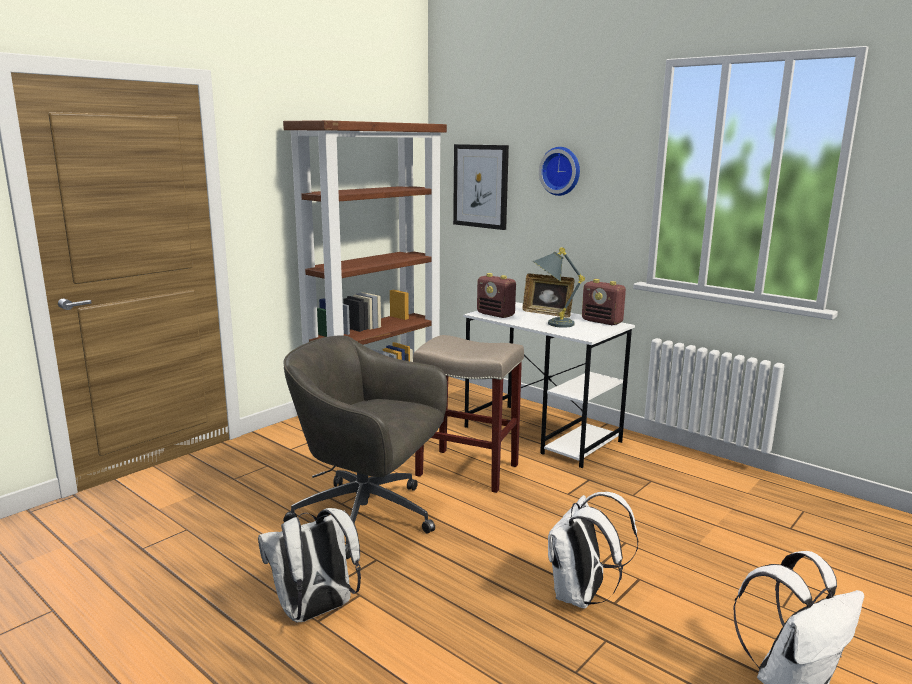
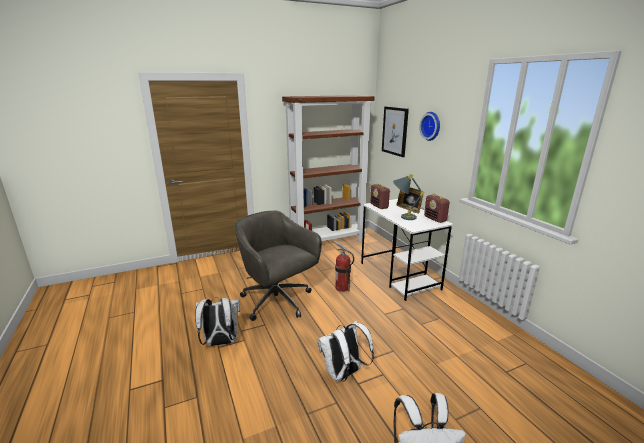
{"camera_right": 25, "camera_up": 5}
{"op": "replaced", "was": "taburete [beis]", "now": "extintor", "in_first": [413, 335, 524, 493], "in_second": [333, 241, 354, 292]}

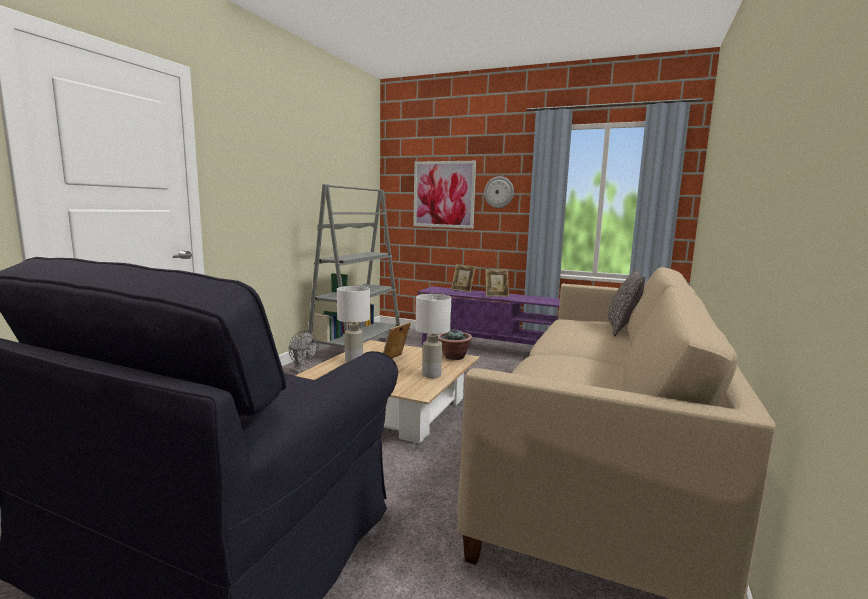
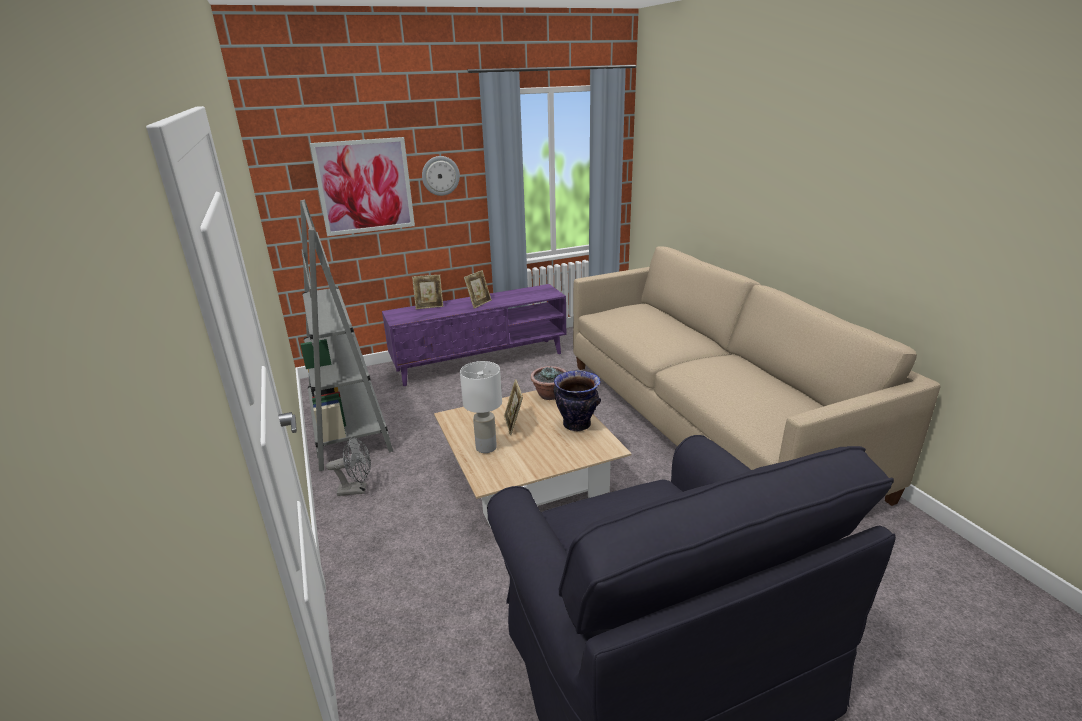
{"camera_right": -45, "camera_up": 15}
{"op": "removed", "was": "cojín", "in_first": [608, 269, 645, 336]}
{"op": "replaced", "was": "lámpara de mesa [blanco]", "now": "florero", "in_first": [415, 294, 451, 378], "in_second": [553, 370, 601, 431]}

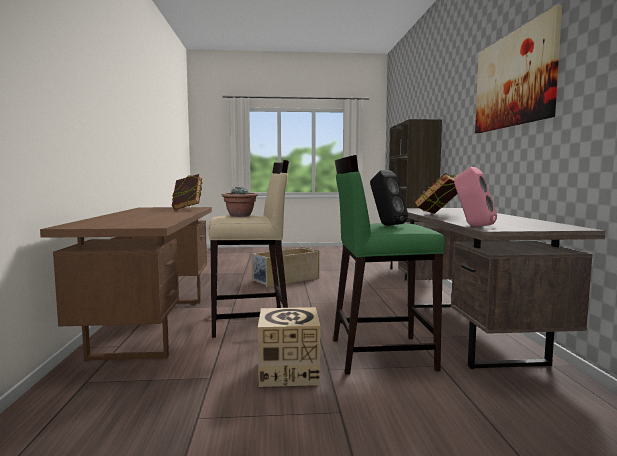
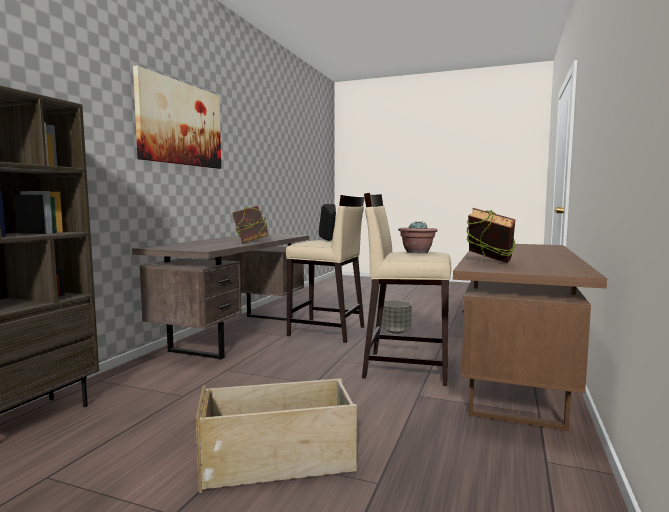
{"camera_right": -155, "camera_up": 0}
{"op": "removed", "was": "altavoz [rosa]", "in_first": [454, 167, 497, 226]}
{"op": "replaced", "was": "caja de cartón", "now": "maceta [gris]", "in_first": [258, 307, 320, 387], "in_second": [381, 300, 412, 334]}
{"op": "recoloured", "was": "taburete [verde]", "now": "taburete [beis]", "in_first": [333, 155, 445, 374], "in_second": [286, 195, 364, 343]}

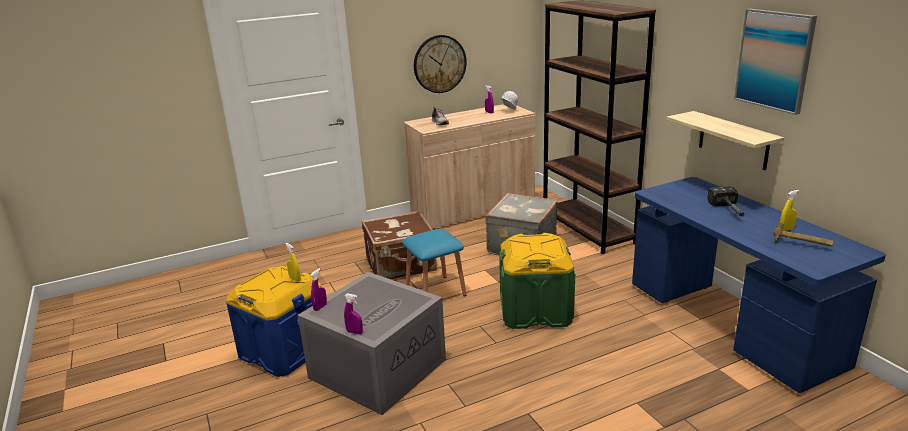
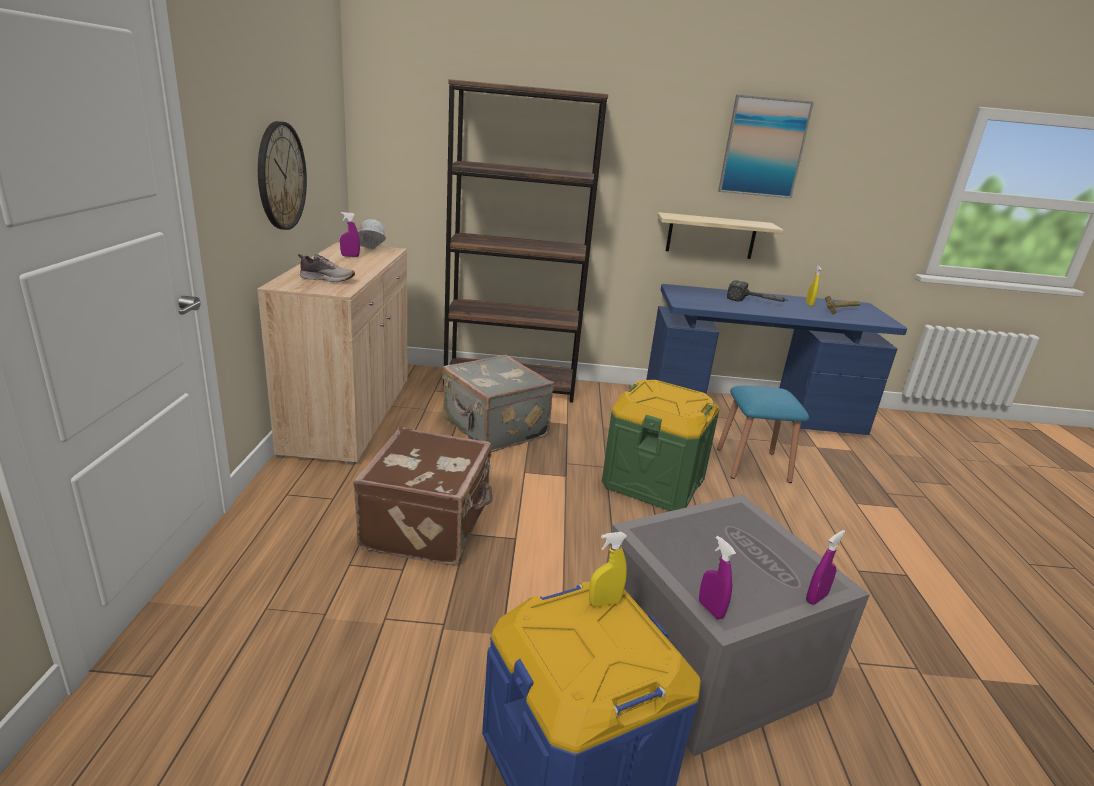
{"camera_right": -65, "camera_up": 0}
{"op": "moved", "was": "taburete [azul]", "in_first": [402, 229, 467, 296], "in_second": [717, 385, 809, 483]}

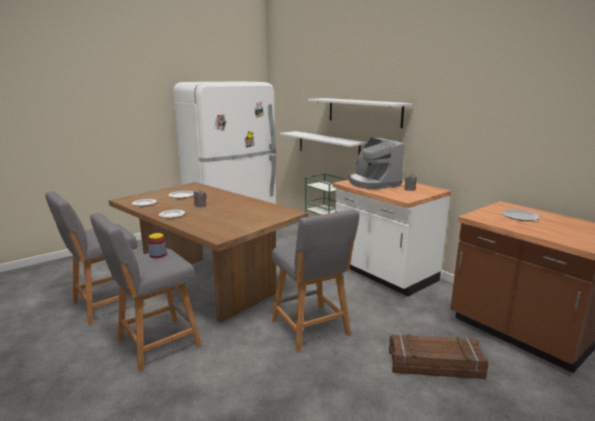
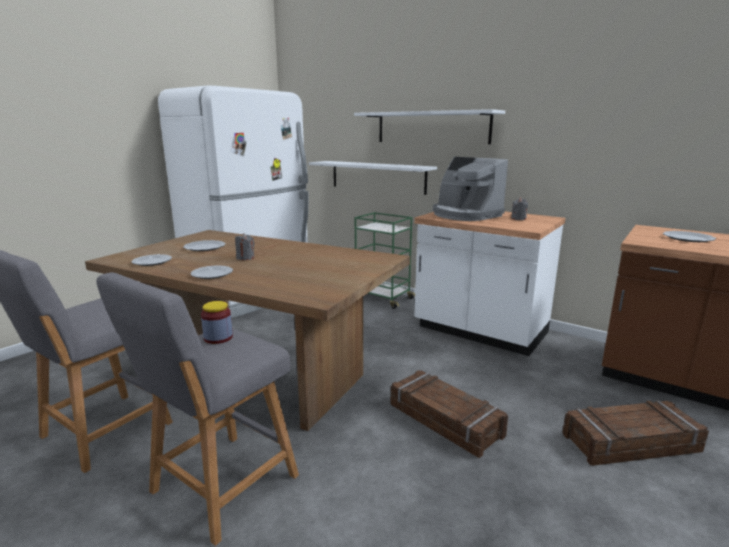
{"camera_right": -15, "camera_up": 0}
{"op": "replaced", "was": "taburete [gris]", "now": "caja de embalaje", "in_first": [272, 209, 359, 352], "in_second": [390, 370, 508, 458]}

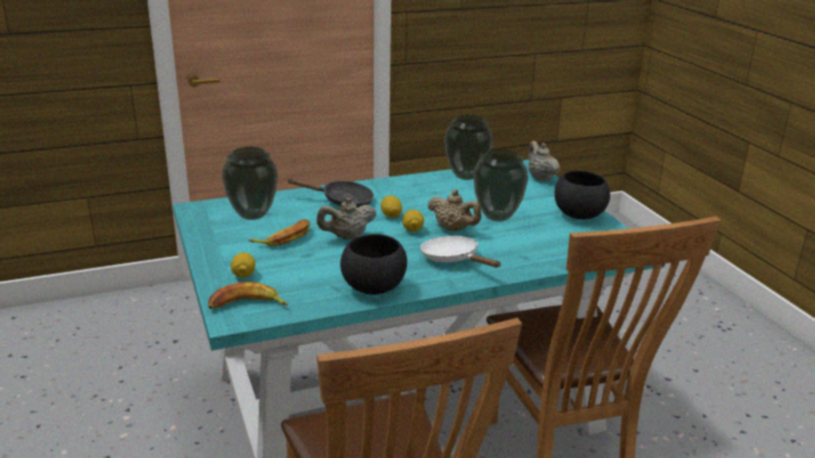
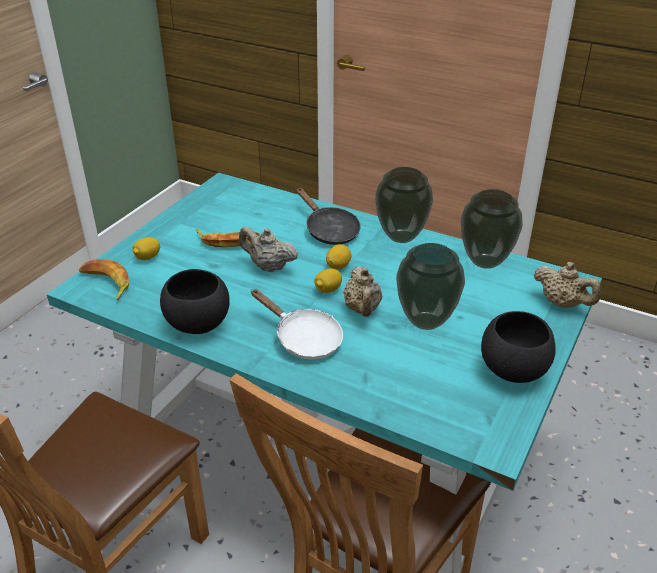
{"camera_right": 50, "camera_up": 10}
{"op": "moved", "was": "florero", "in_first": [222, 147, 278, 220], "in_second": [375, 167, 433, 243]}
{"op": "turned", "was": "sartén [blanco]", "in_first": [420, 236, 501, 267], "in_second": [251, 289, 343, 360], "clockwise": 120}
{"op": "turned", "was": "tetera [beis]", "in_first": [528, 141, 560, 181], "in_second": [533, 262, 601, 308], "clockwise": 105}

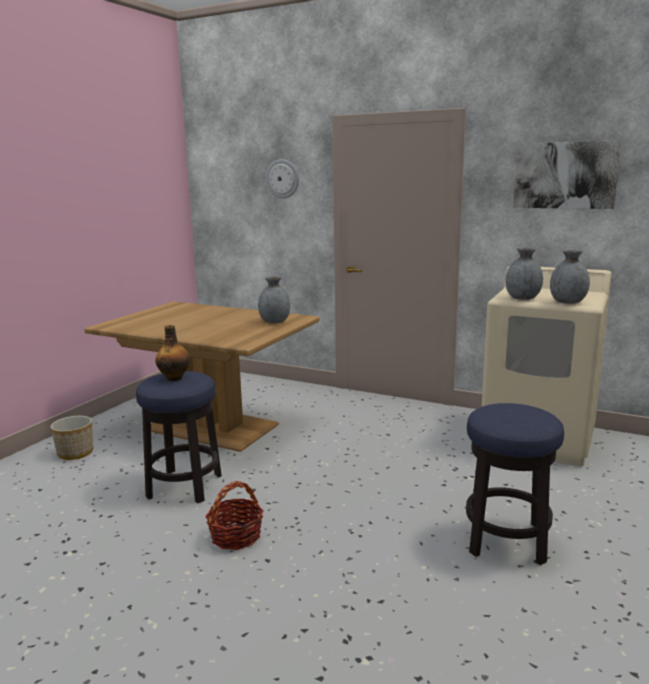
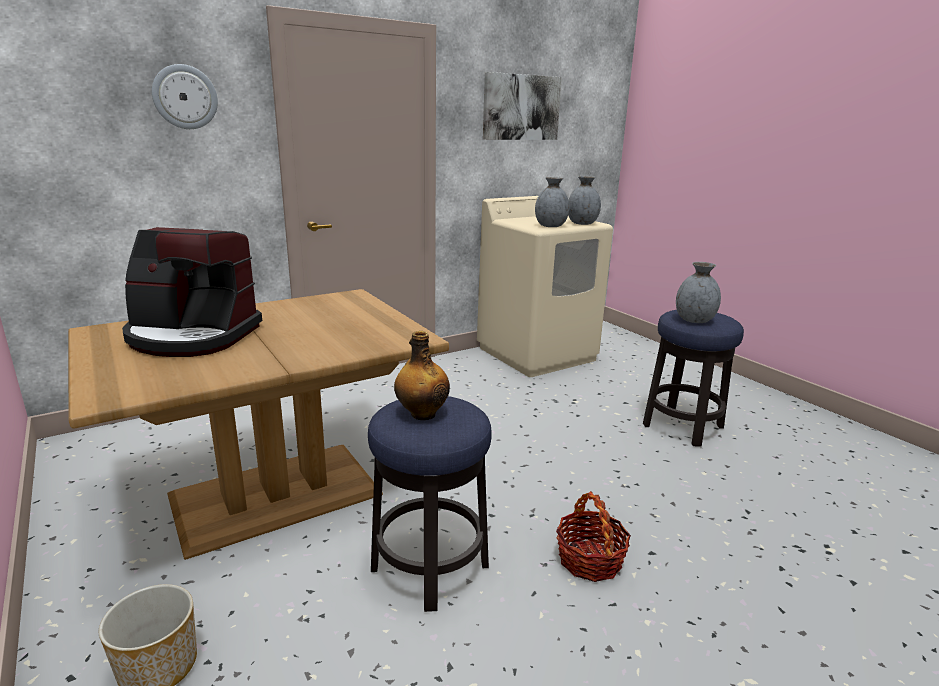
{"camera_right": -60, "camera_up": 5}
{"op": "added", "now": "cafetera", "in_second": [122, 227, 262, 357]}
{"op": "moved", "was": "florero [gris]", "in_first": [258, 276, 290, 323], "in_second": [676, 262, 721, 323]}

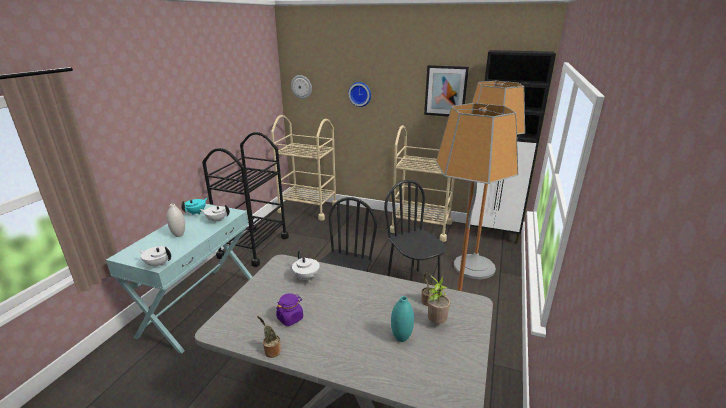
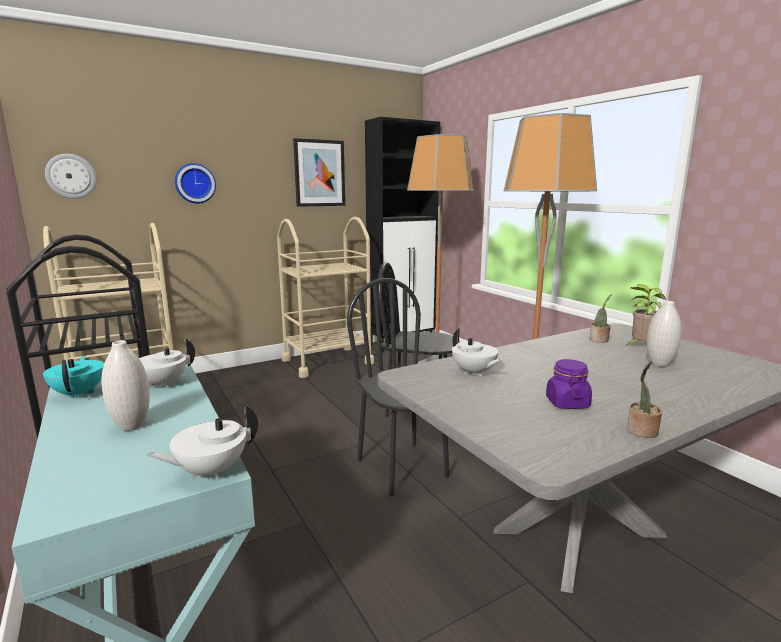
{"camera_right": -50, "camera_up": -10}
{"op": "recoloured", "was": "florero [turquesa]", "now": "florero [blanco]", "in_first": [391, 296, 414, 342], "in_second": [647, 301, 682, 367]}
{"op": "turned", "was": "tetera [blanco]", "in_first": [292, 251, 320, 282], "in_second": [452, 329, 502, 376], "clockwise": 45}

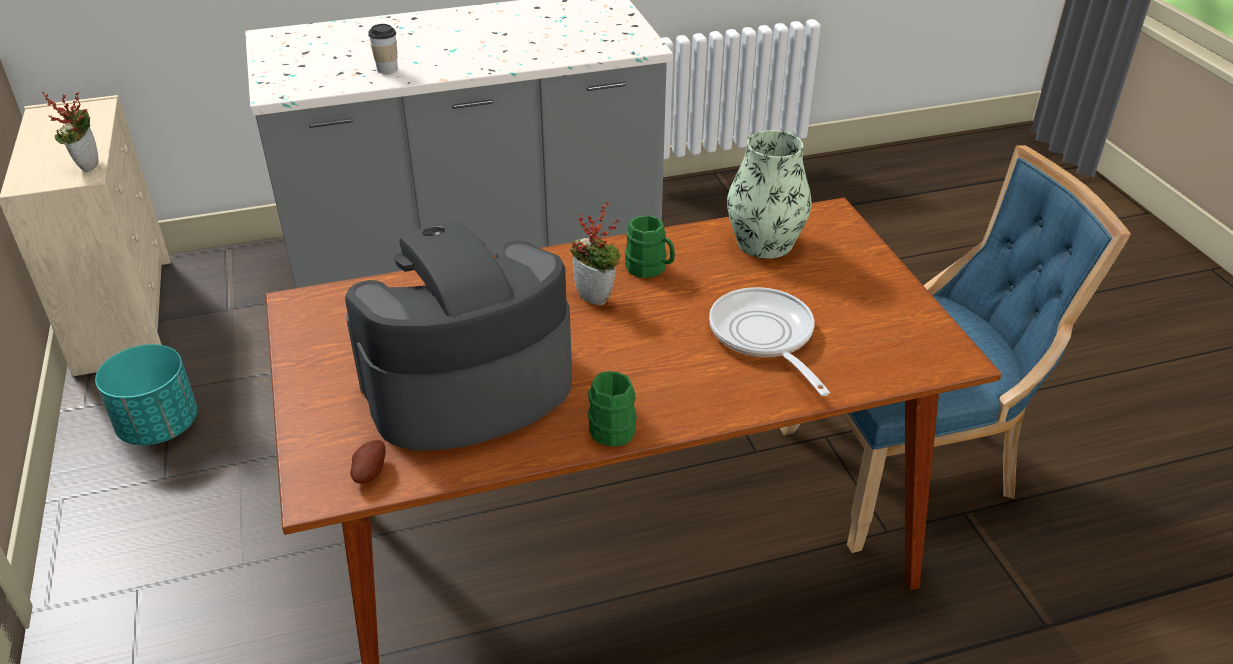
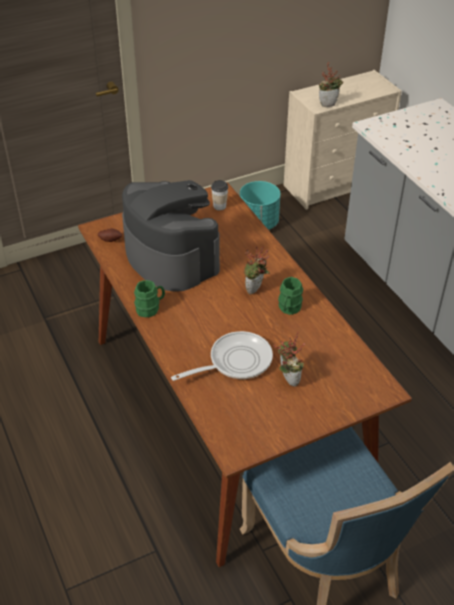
{"camera_right": 80, "camera_up": 5}
{"op": "removed", "was": "florero", "in_first": [727, 130, 811, 259]}
{"op": "added", "now": "planta en maceta", "in_second": [274, 332, 305, 387]}
{"op": "moved", "was": "taza", "in_first": [368, 24, 398, 74], "in_second": [211, 180, 228, 210]}

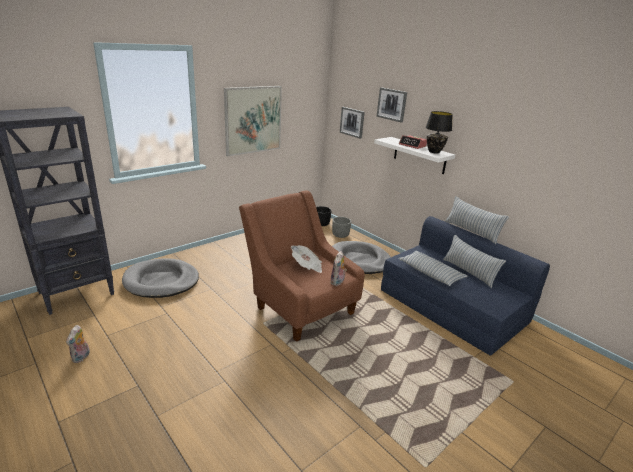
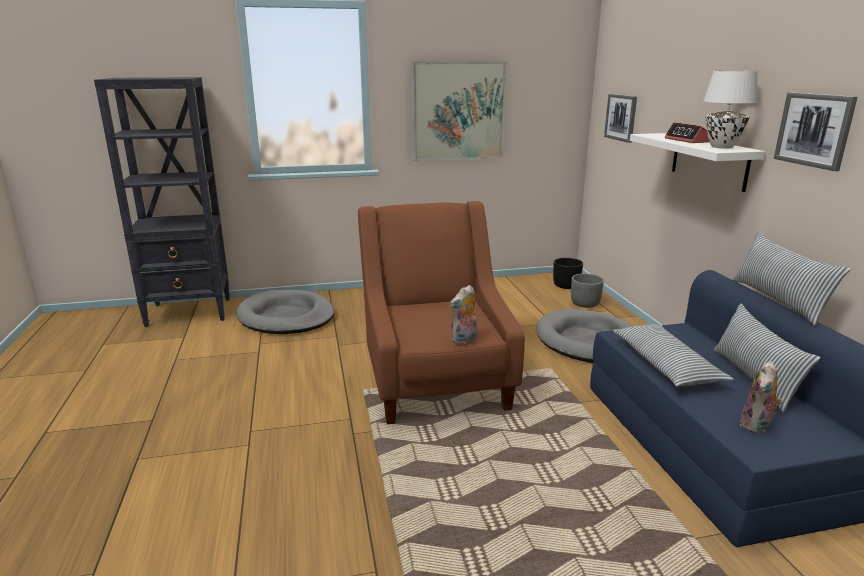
{"camera_right": 30, "camera_up": -5}
{"op": "removed", "was": "periódico", "in_first": [291, 245, 322, 273]}
{"op": "moved", "was": "peluche", "in_first": [66, 325, 90, 363], "in_second": [740, 361, 783, 434]}
{"op": "moved", "was": "cuadro", "in_first": [376, 87, 407, 123], "in_second": [774, 92, 857, 171]}
{"op": "recoloured", "was": "lámpara de mesa [negro]", "now": "lámpara de mesa [blanco]", "in_first": [426, 111, 453, 153], "in_second": [704, 71, 758, 149]}

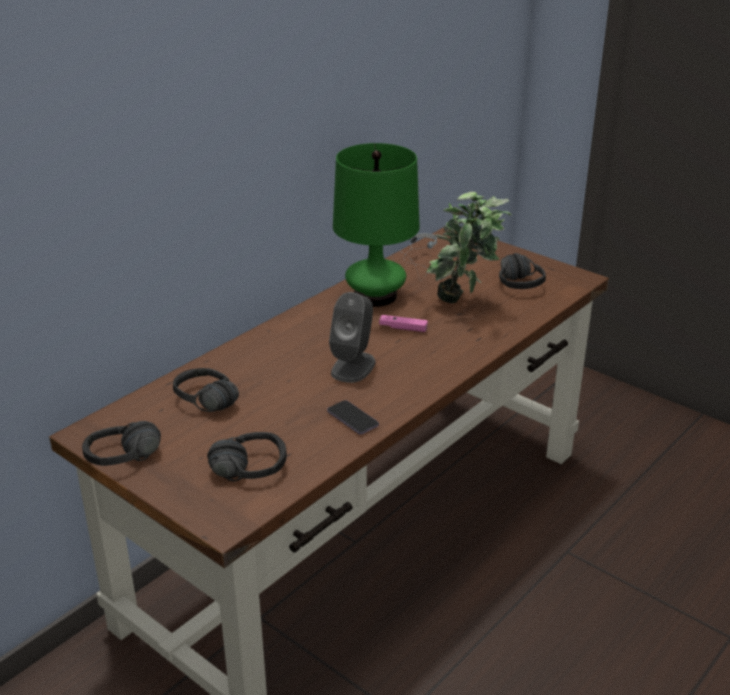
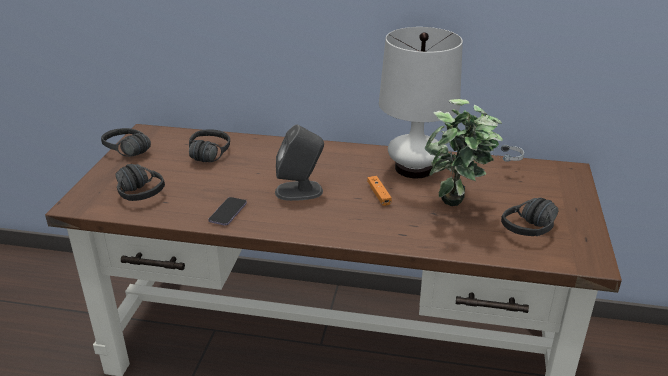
{"camera_right": 60, "camera_up": 0}
{"op": "recoloured", "was": "lámpara de mesa [verde]", "now": "lámpara de mesa [blanco]", "in_first": [333, 143, 420, 307], "in_second": [379, 27, 463, 178]}
{"op": "recoloured", "was": "mando de consola [rosa]", "now": "mando de consola [naranja]", "in_first": [379, 315, 428, 332], "in_second": [367, 176, 392, 206]}

